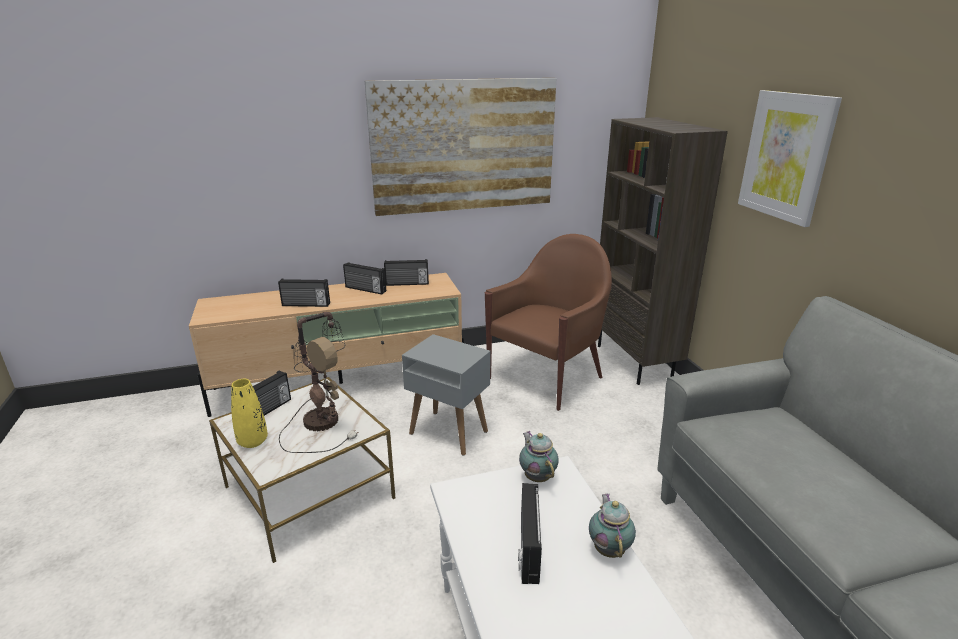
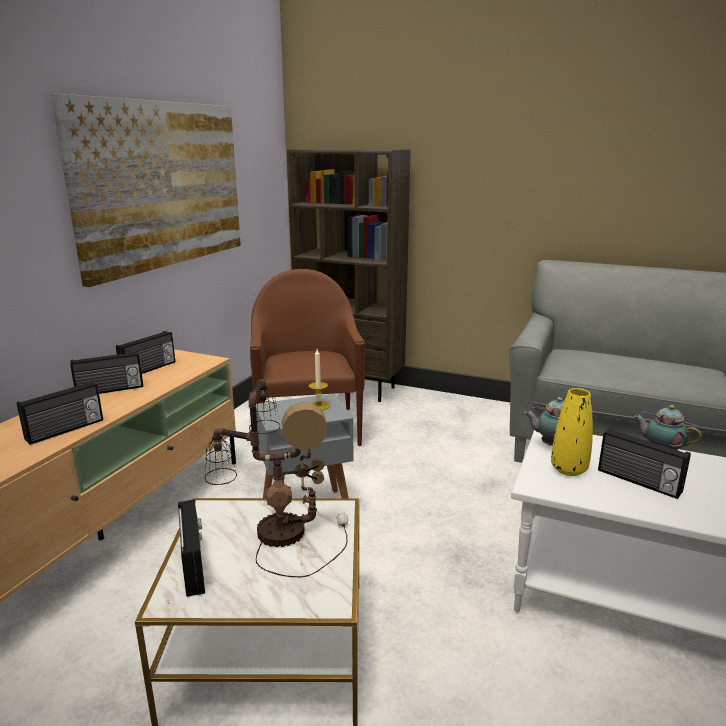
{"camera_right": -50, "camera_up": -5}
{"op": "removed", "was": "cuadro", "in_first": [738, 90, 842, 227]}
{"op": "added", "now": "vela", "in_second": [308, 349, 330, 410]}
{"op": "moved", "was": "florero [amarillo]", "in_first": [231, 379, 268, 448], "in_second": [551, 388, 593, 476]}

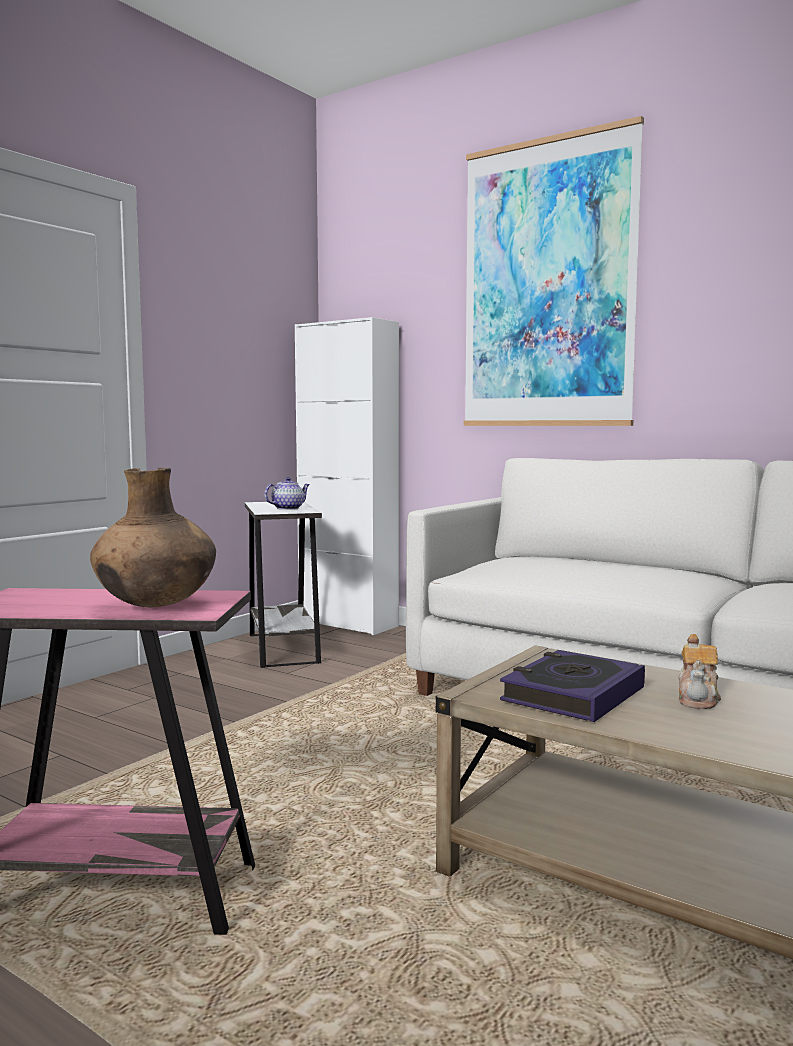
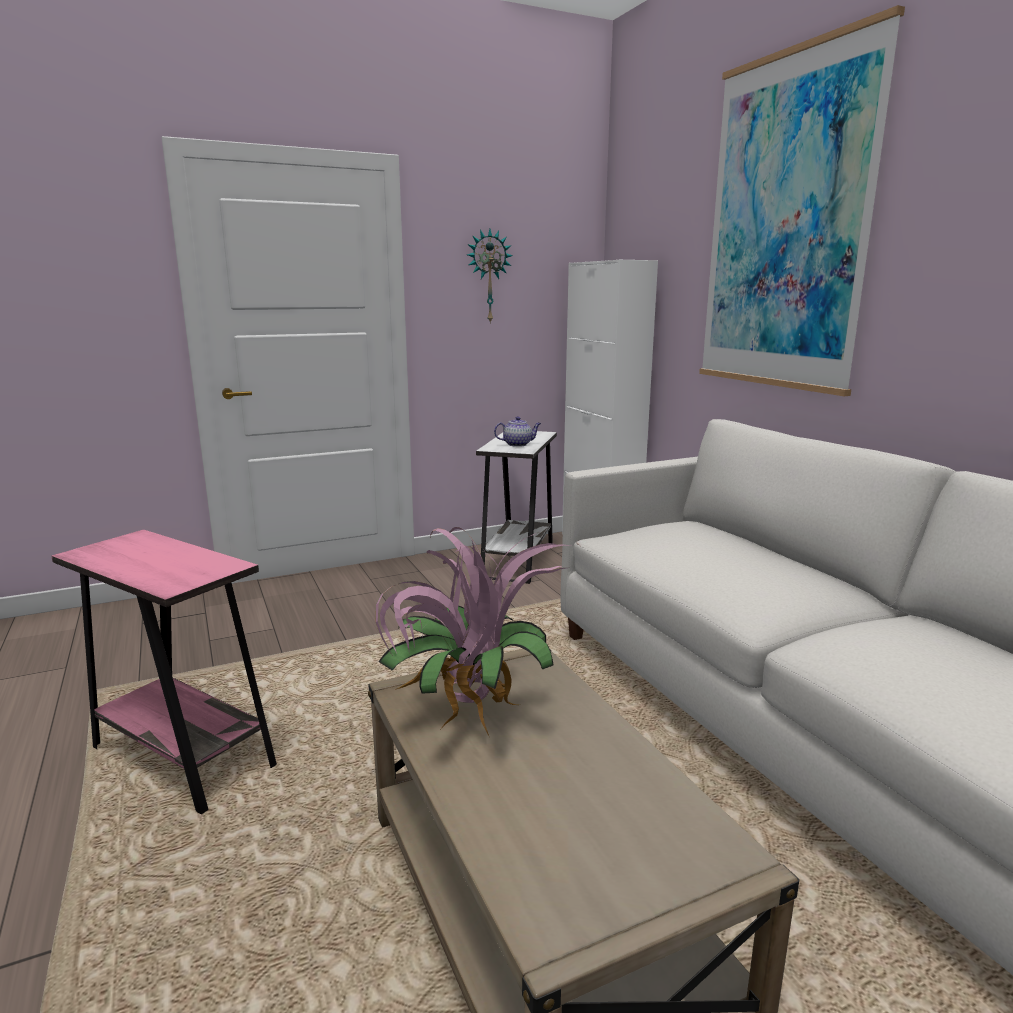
{"camera_right": 30, "camera_up": 10}
{"op": "removed", "was": "florero [marrón]", "in_first": [90, 467, 216, 607]}
{"op": "removed", "was": "tetera", "in_first": [679, 634, 721, 709]}
{"op": "added", "now": "reloj de pared", "in_second": [467, 229, 513, 324]}
{"op": "replaced", "was": "libro", "now": "planta en maceta", "in_first": [500, 650, 645, 722], "in_second": [376, 527, 571, 738]}

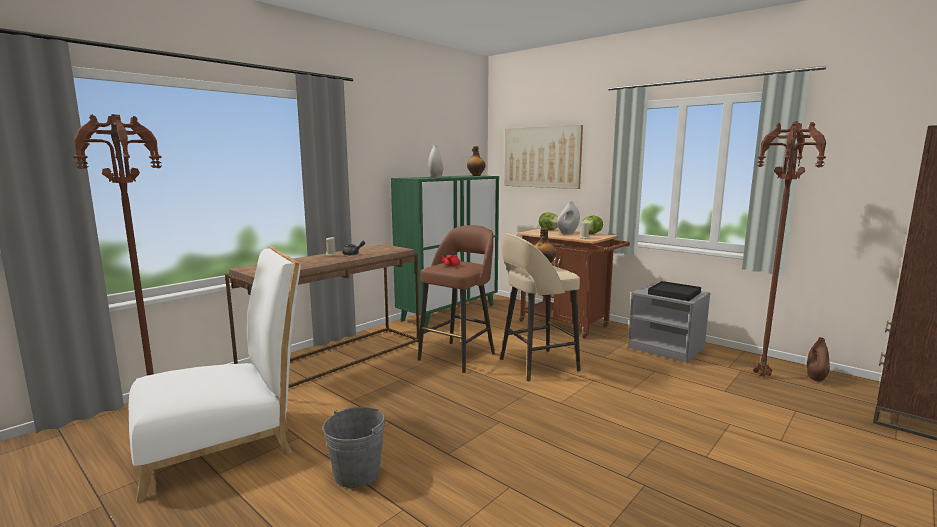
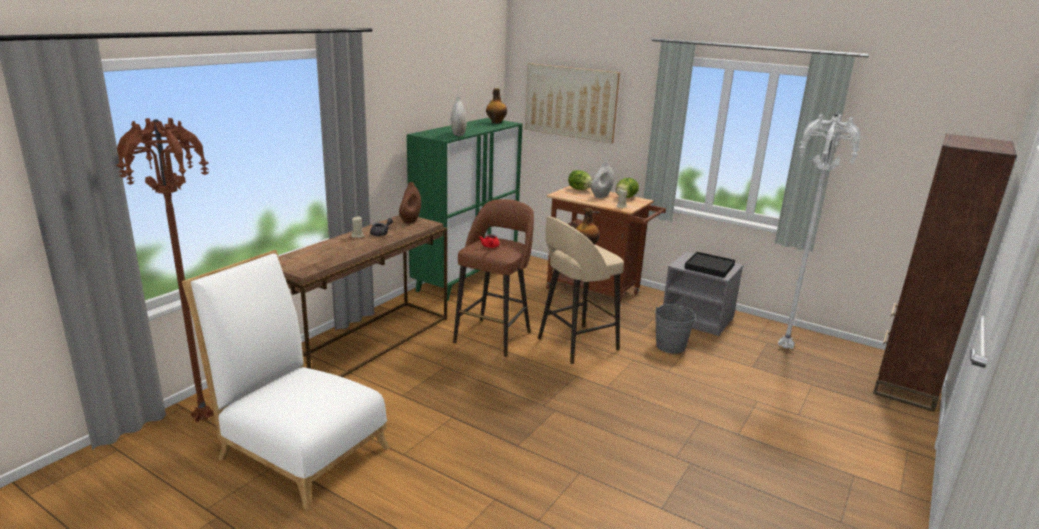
{"camera_right": -10, "camera_up": 10}
{"op": "moved", "was": "cubo [gris]", "in_first": [323, 407, 385, 488], "in_second": [655, 304, 696, 354]}
{"op": "moved", "was": "florero [marrón]", "in_first": [807, 337, 830, 381], "in_second": [399, 182, 421, 223]}
{"op": "recoloured", "was": "lámpara de pie [marrón]", "now": "lámpara de pie [blanco]", "in_first": [753, 122, 826, 376], "in_second": [778, 113, 861, 349]}
{"op": "turned", "was": "silla [blanco]", "in_first": [129, 246, 301, 502], "in_second": [182, 250, 389, 510], "clockwise": -105}

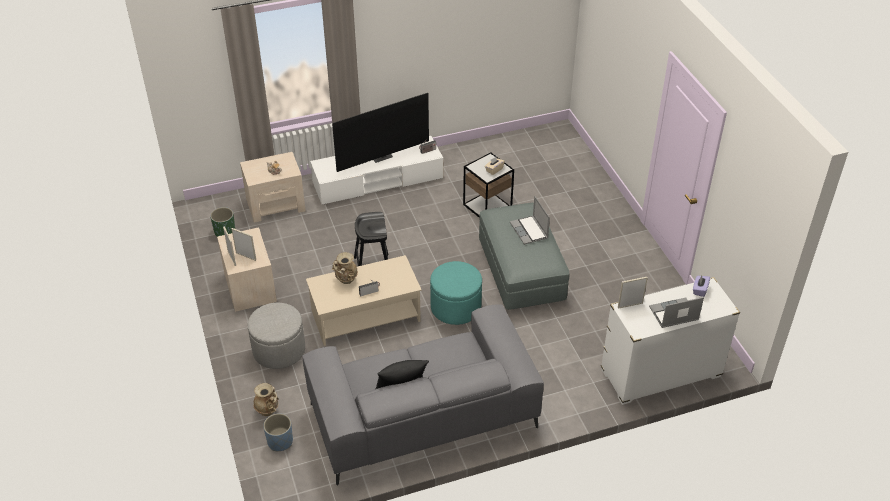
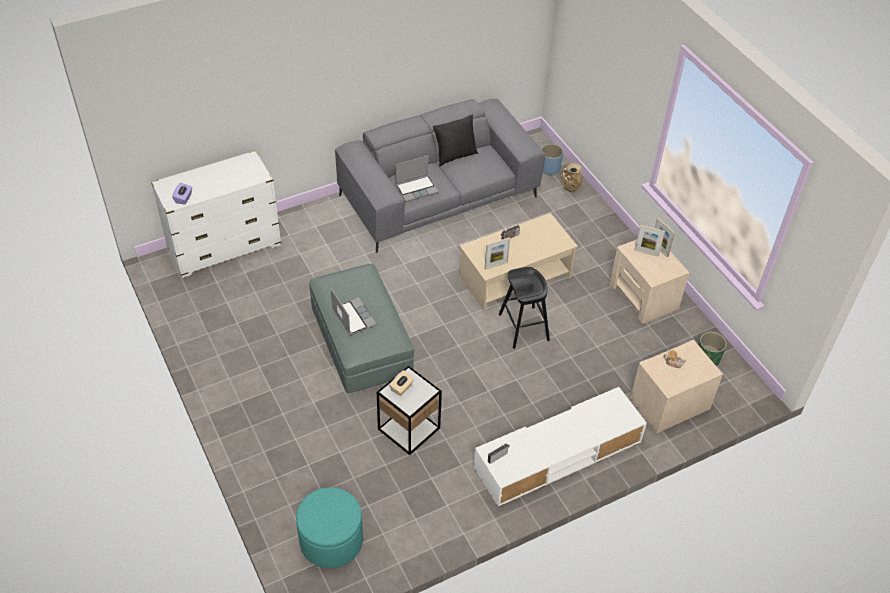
{"camera_right": 170, "camera_up": 5}
{"op": "removed", "was": "puf [gris]", "in_first": [248, 302, 305, 369]}
{"op": "removed", "was": "televisor", "in_first": [332, 93, 429, 172]}
{"op": "removed", "was": "florero [beis]", "in_first": [332, 252, 358, 284]}
{"op": "moved", "was": "puf [turquesa]", "in_first": [430, 261, 482, 325], "in_second": [296, 487, 363, 568]}
{"op": "moved", "was": "portarretratos", "in_first": [618, 277, 648, 309], "in_second": [485, 237, 510, 270]}
{"op": "moved", "was": "portátil", "in_first": [649, 297, 704, 328], "in_second": [395, 156, 439, 202]}

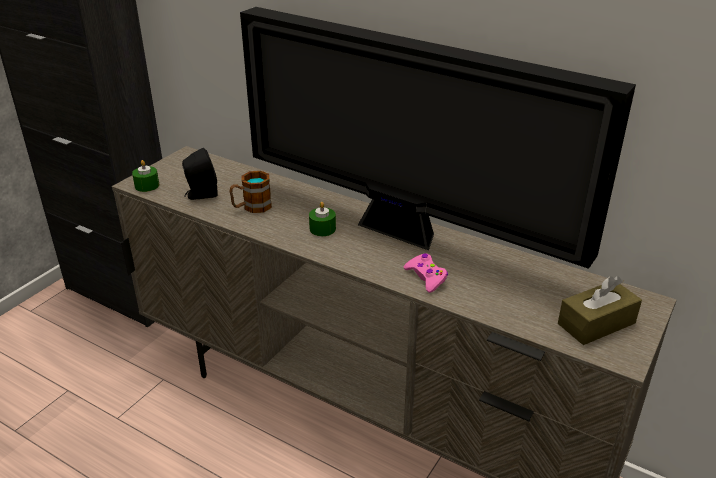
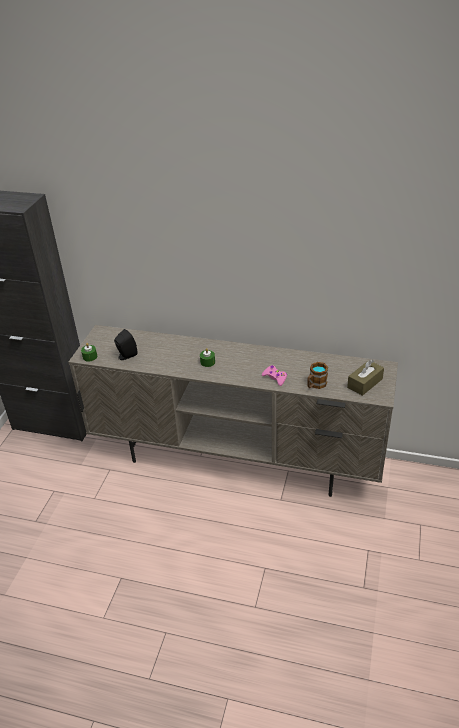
{"camera_right": -15, "camera_up": 5}
{"op": "removed", "was": "televisor", "in_first": [240, 7, 636, 269]}
{"op": "moved", "was": "taza grande", "in_first": [229, 171, 272, 213], "in_second": [307, 362, 328, 389]}

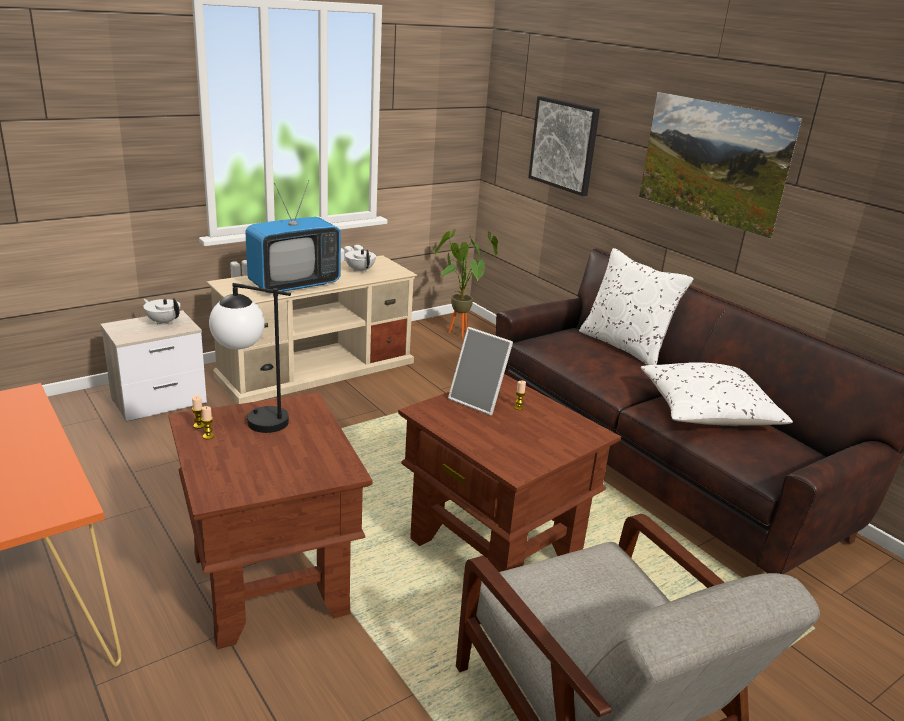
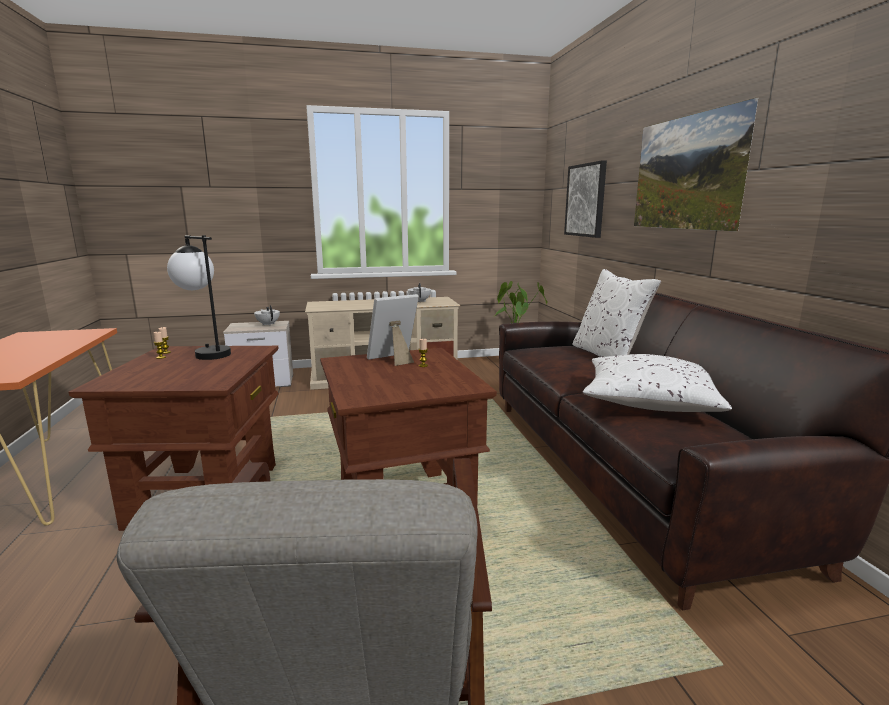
{"camera_right": 25, "camera_up": -10}
{"op": "removed", "was": "televisor", "in_first": [245, 180, 341, 293]}
{"op": "turned", "was": "portarretratos", "in_first": [448, 327, 513, 416], "in_second": [367, 294, 419, 366], "clockwise": 90}

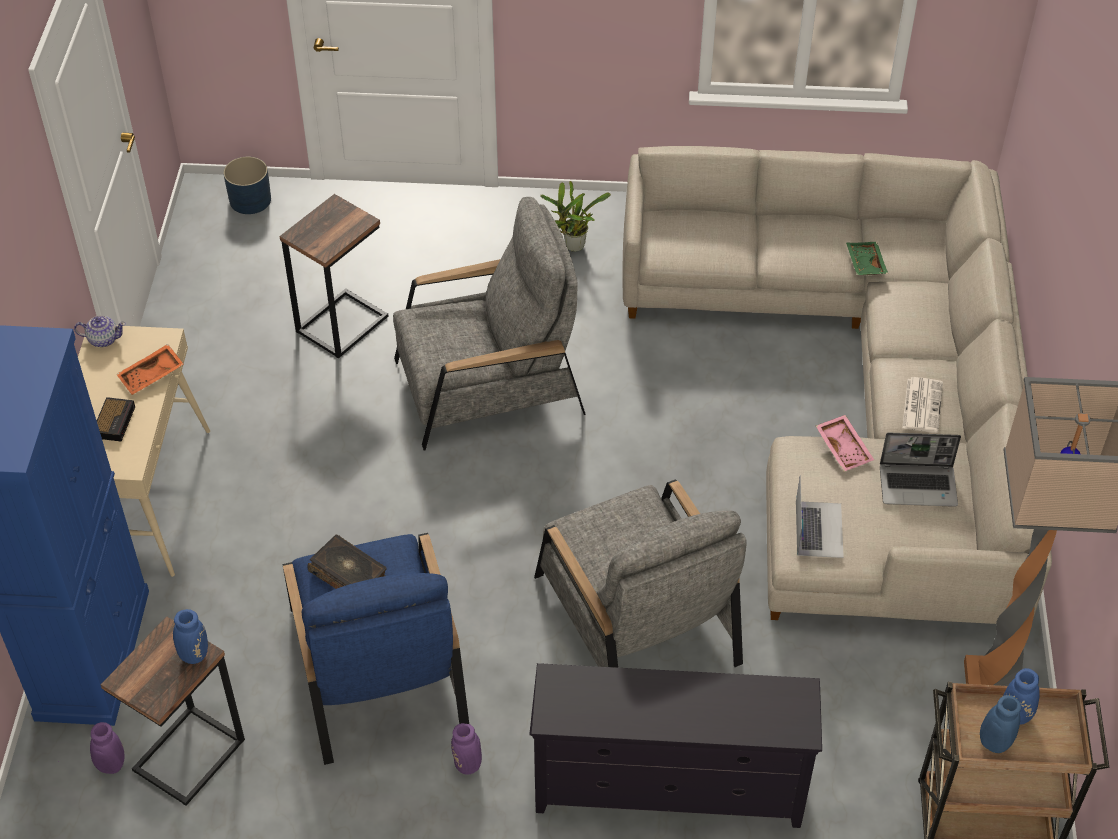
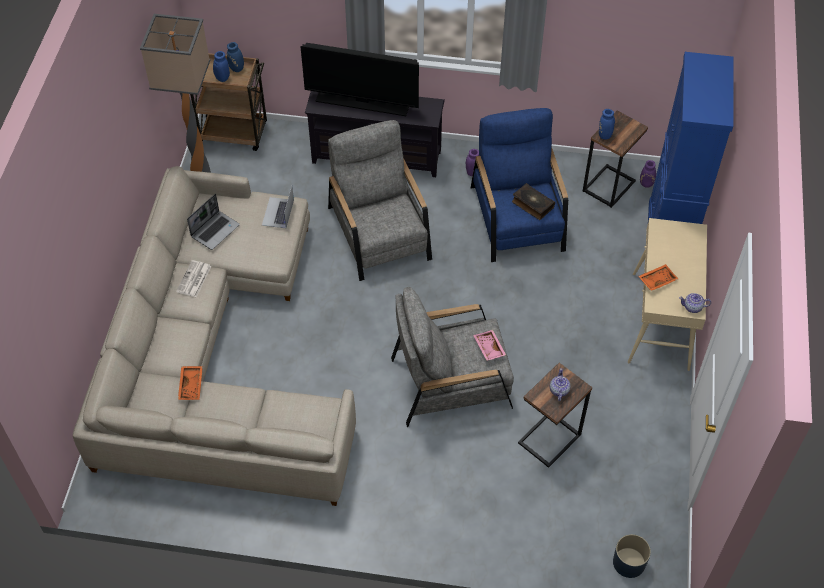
{"camera_right": -175, "camera_up": 5}
{"op": "removed", "was": "despertador", "in_first": [97, 397, 135, 442]}
{"op": "removed", "was": "planta en maceta", "in_first": [540, 181, 611, 252]}
{"op": "added", "now": "televisor", "in_second": [300, 43, 419, 116]}
{"op": "added", "now": "tetera", "in_second": [550, 368, 571, 401]}
{"op": "moved", "was": "bandeja [rosa]", "in_first": [816, 415, 874, 472], "in_second": [473, 330, 506, 361]}
{"op": "recoloured", "was": "bandeja [verde]", "now": "bandeja [naranja]", "in_first": [846, 242, 888, 275], "in_second": [178, 366, 203, 400]}
{"op": "turned", "was": "portátil", "in_first": [880, 433, 961, 507], "in_second": [187, 194, 240, 250], "clockwise": 120}

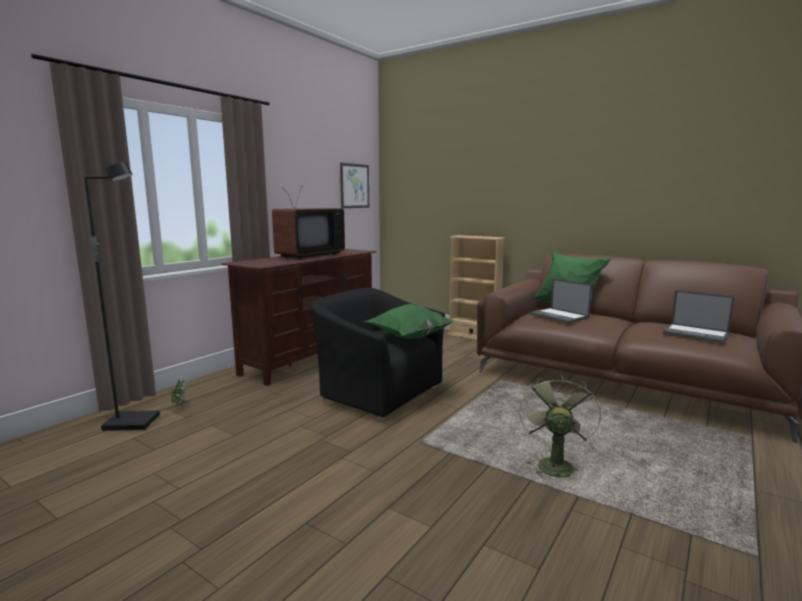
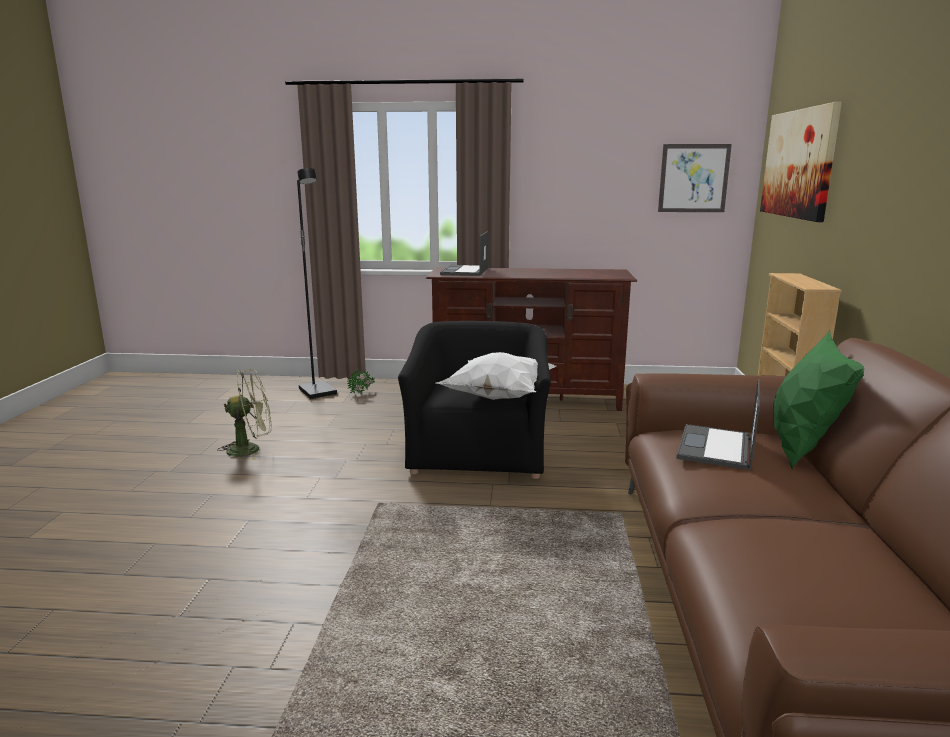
{"camera_right": 60, "camera_up": 5}
{"op": "removed", "was": "televisor", "in_first": [272, 185, 345, 259]}
{"op": "added", "now": "cuadro", "in_second": [760, 102, 842, 222]}
{"op": "moved", "was": "ventilador [verde]", "in_first": [519, 373, 601, 479], "in_second": [217, 369, 272, 460]}
{"op": "moved", "was": "portátil", "in_first": [663, 290, 735, 343], "in_second": [440, 231, 489, 276]}
{"op": "recoloured", "was": "cojín [verde]", "now": "cojín [blanco]", "in_first": [363, 304, 454, 339], "in_second": [435, 352, 556, 400]}

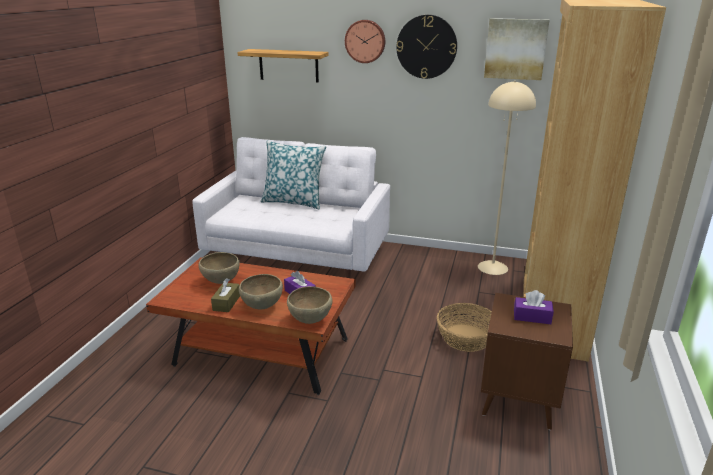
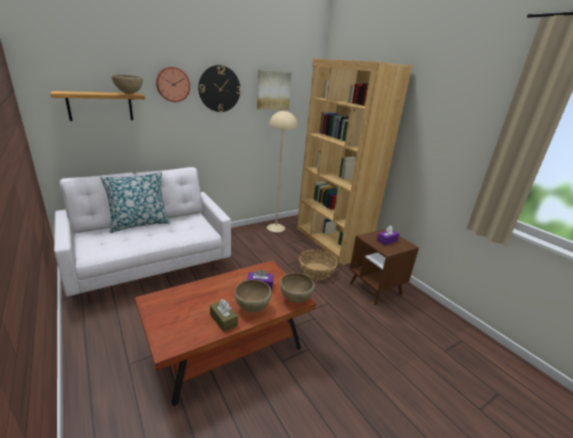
{"camera_right": -50, "camera_up": 0}
{"op": "moved", "was": "cuenco [marrón]", "in_first": [199, 252, 240, 284], "in_second": [112, 75, 143, 94]}

